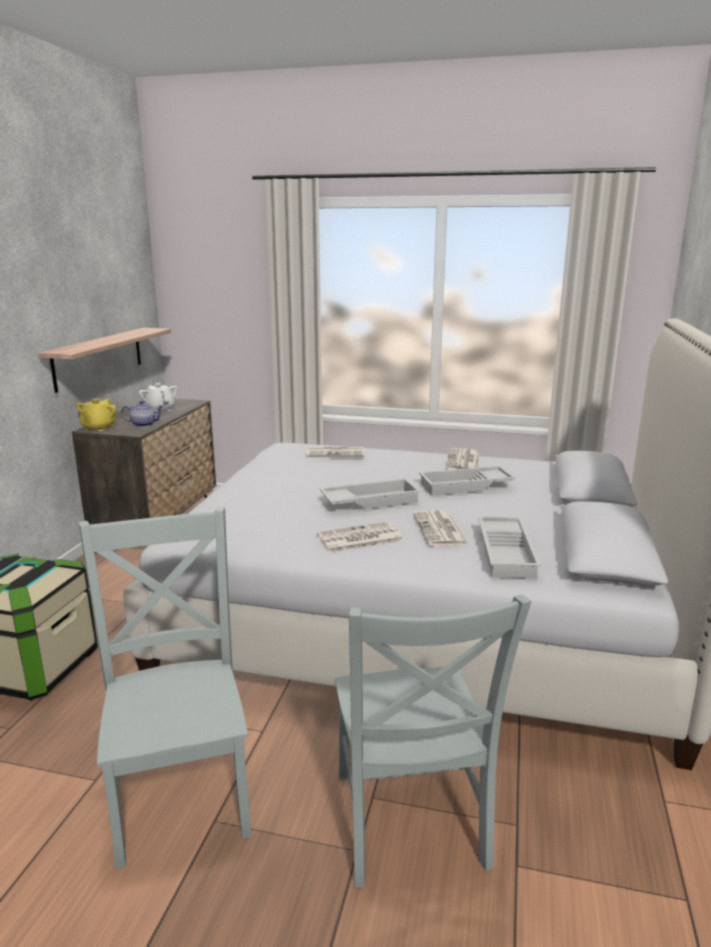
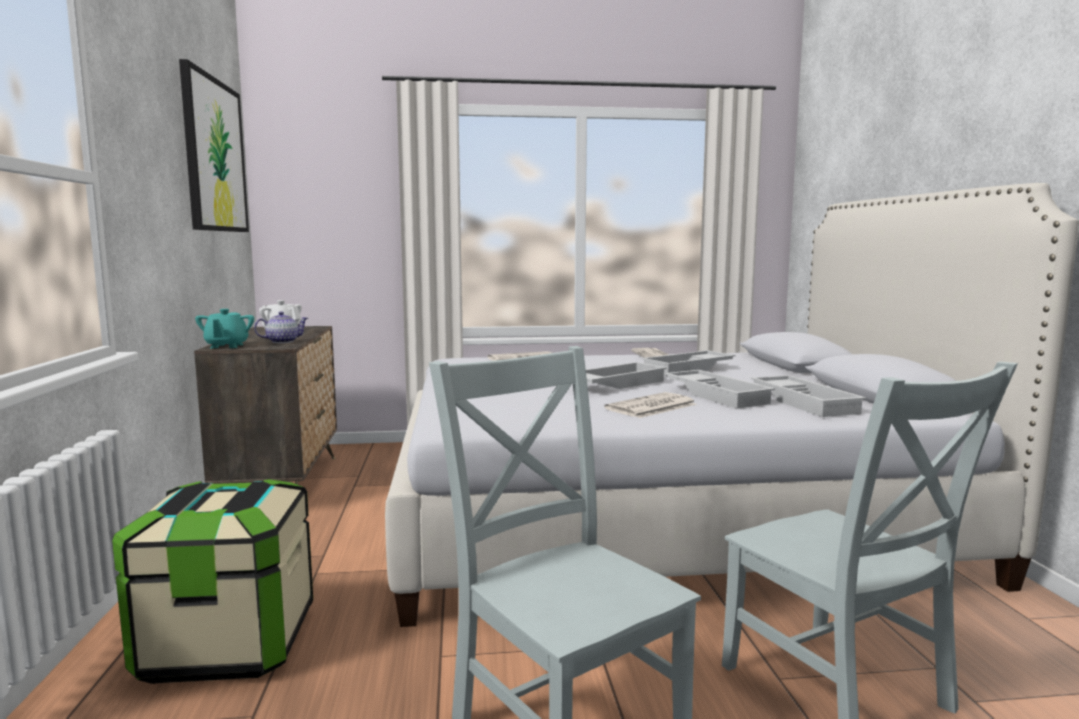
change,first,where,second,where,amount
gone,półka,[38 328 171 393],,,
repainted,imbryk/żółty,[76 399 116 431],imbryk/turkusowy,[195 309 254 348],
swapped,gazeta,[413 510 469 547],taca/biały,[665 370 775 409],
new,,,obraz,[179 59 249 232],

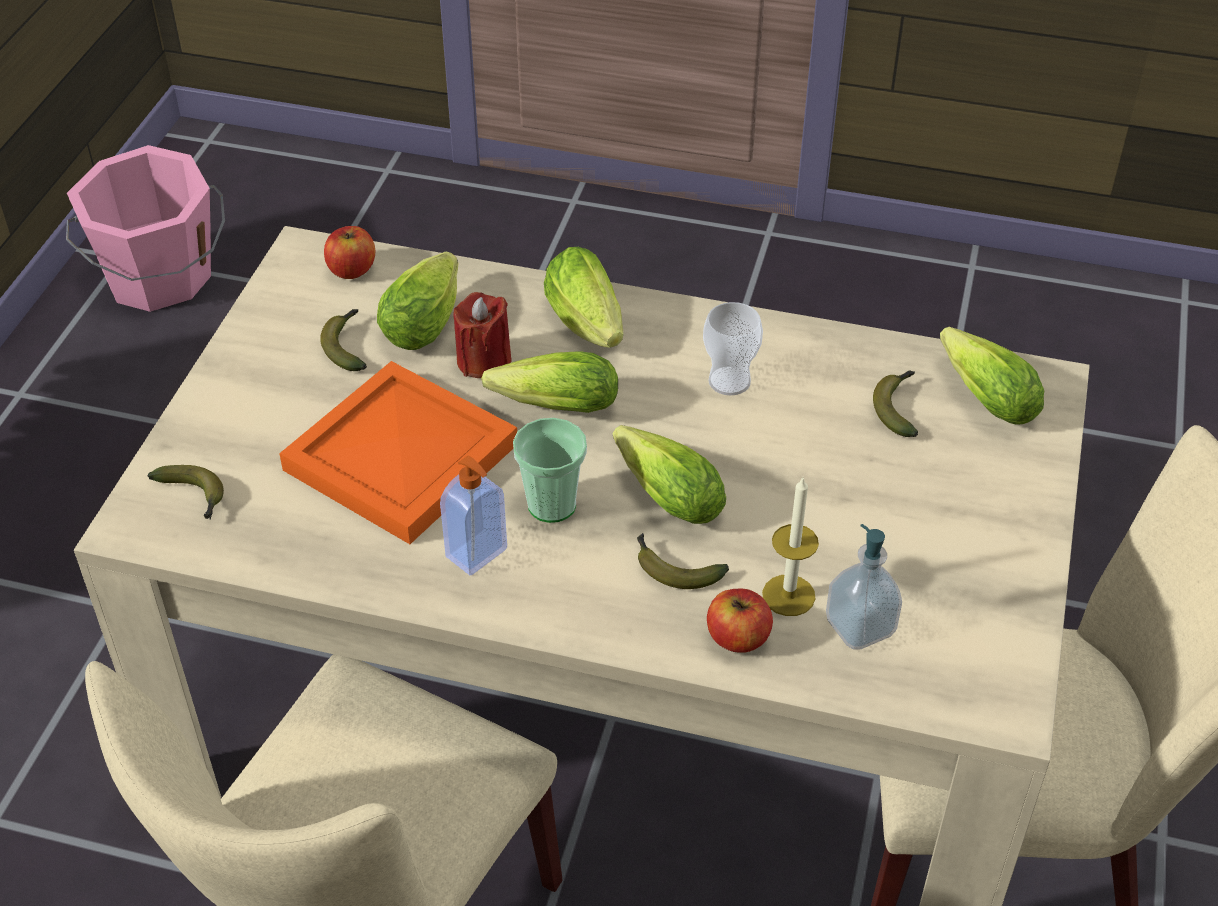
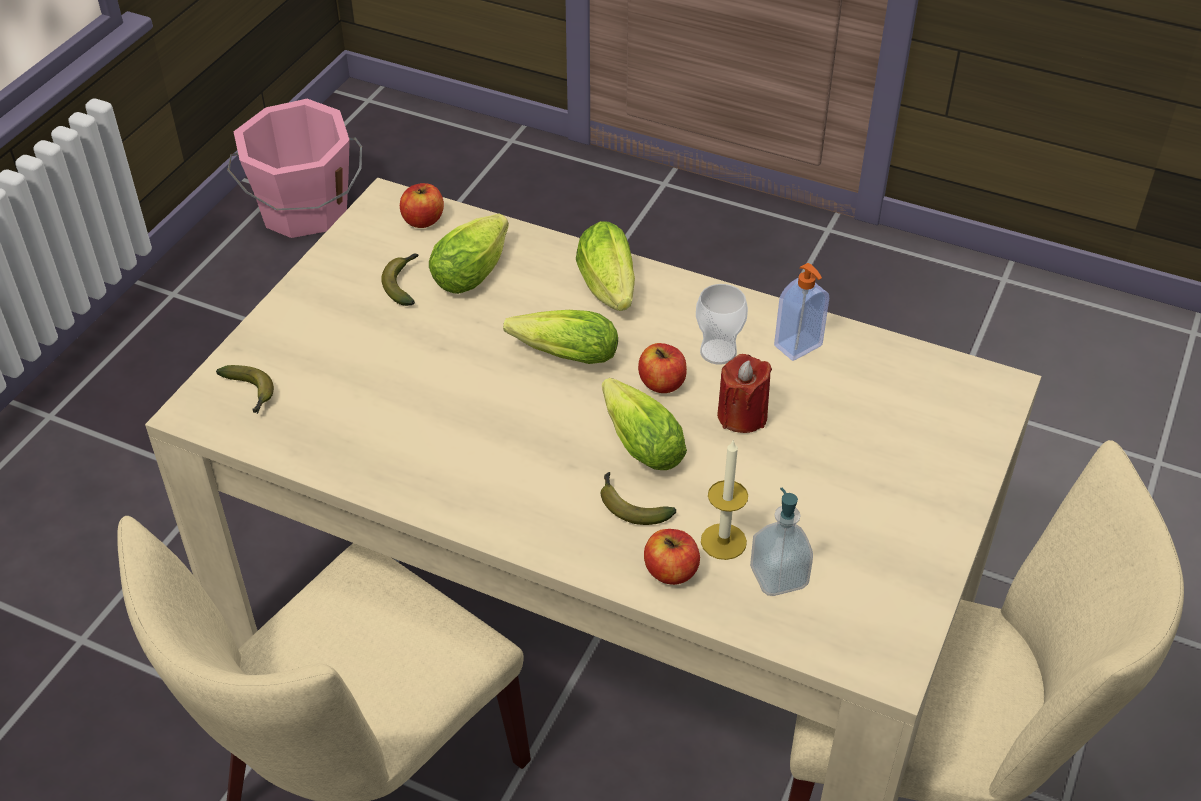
change,first,where,second,where,amount
shifted,świeca/czerwony,[454 292 511 378],,[717 354 772 433],
gone,sałata,[940 327 1044 425],,,
gone,taca/pomarańczowy,[279 361 517 544],,,
gone,banan,[873 370 918 437],,,
gone,filiżanka,[513 418 587 523],,,
shifted,dozownik mydła,[440 456 507 575],,[774 263 829 361],
new,,,jabłko,[638 343 687 393],

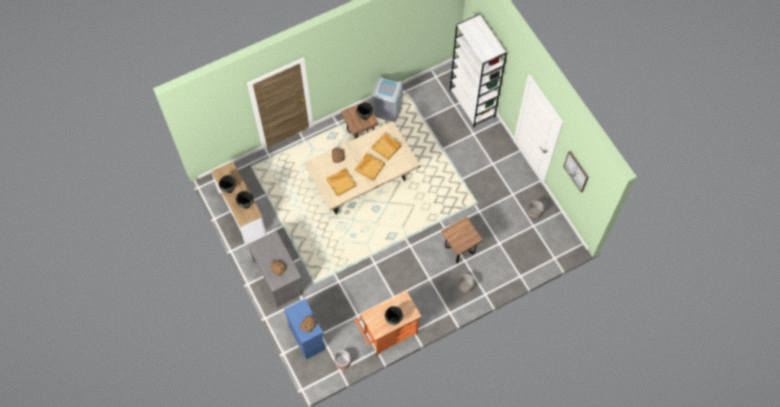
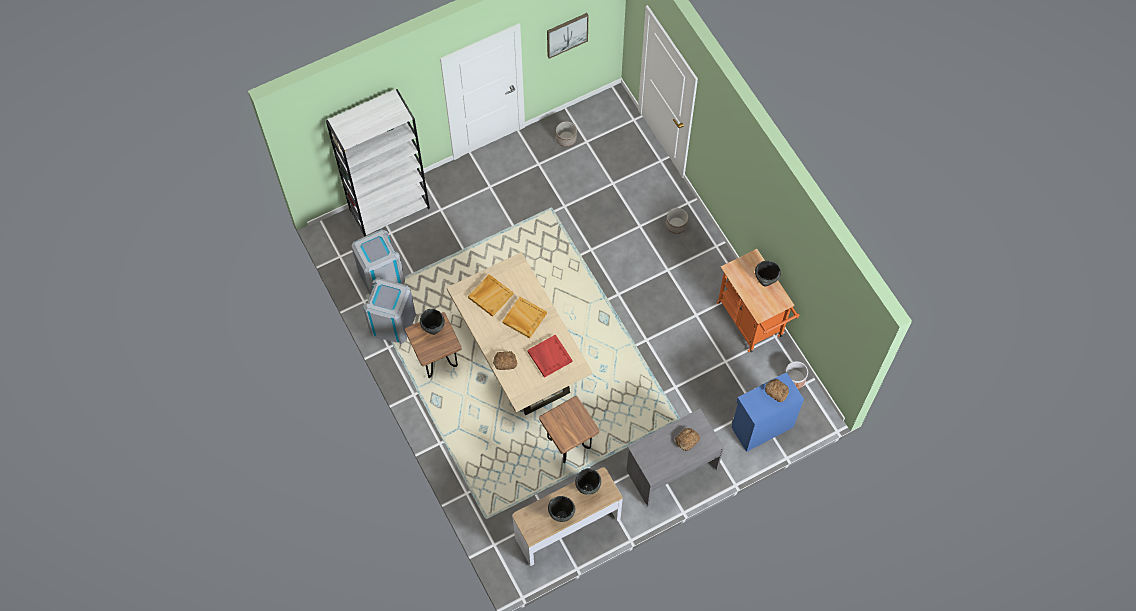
change,first,where,second,where,amount
repainted,taca/beżowy,[326 168 356 196],taca/czerwony,[527 335 572 378],
shifted,stołek/brązowy,[442 217 483 263],,[539 396 599 463],
new,,,kosz na śmieci/szary,[351 229 405 295],

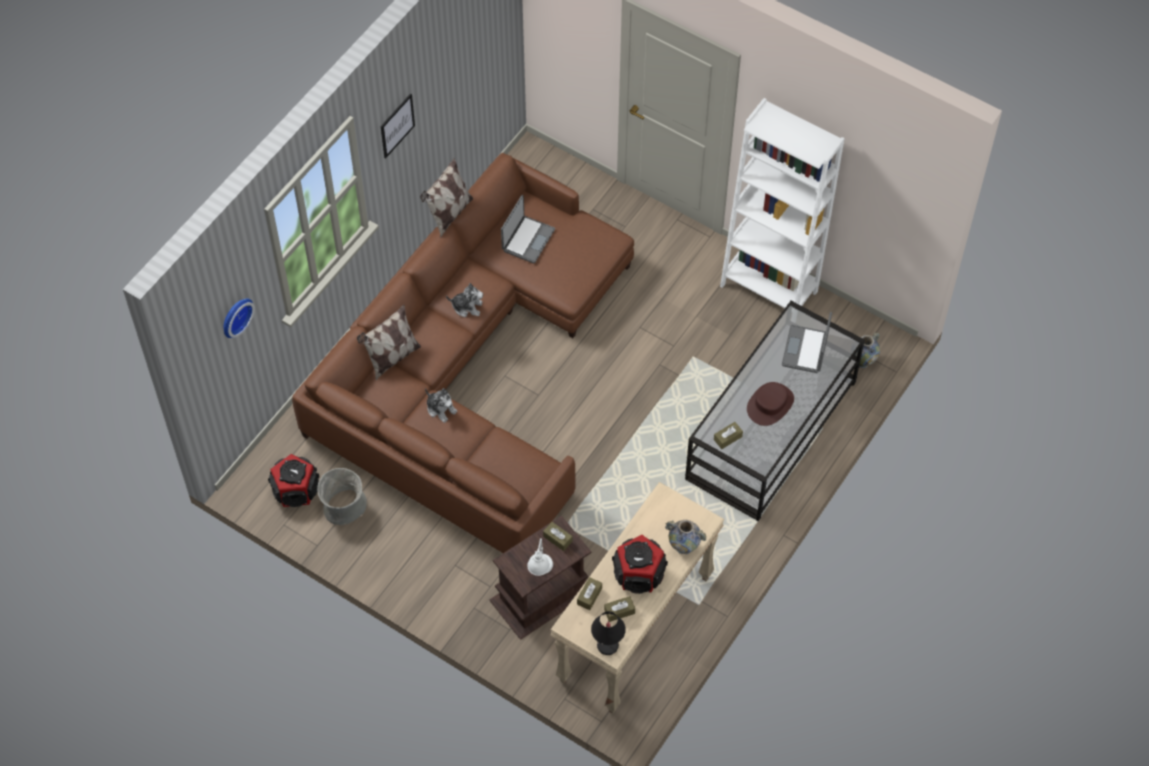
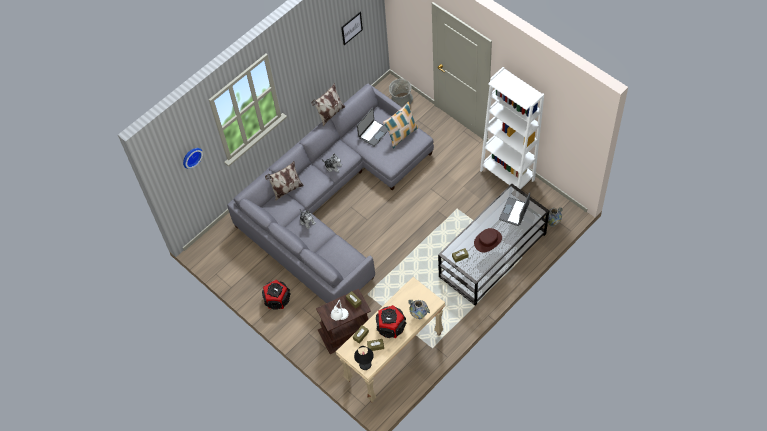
change,first,where,second,where,amount
shifted,obraz,[381 93 415 158],,[341 12 363 45],
repainted,kanapa/brązowy,[292 153 634 553],kanapa/szary,[227 84 434 303],
shifted,głośnik,[268 454 319 507],,[262 280 291 310],
shifted,wazon/szary,[317 468 367 525],,[389 79 413 107],
new,,,poduszka,[383 102 418 149],

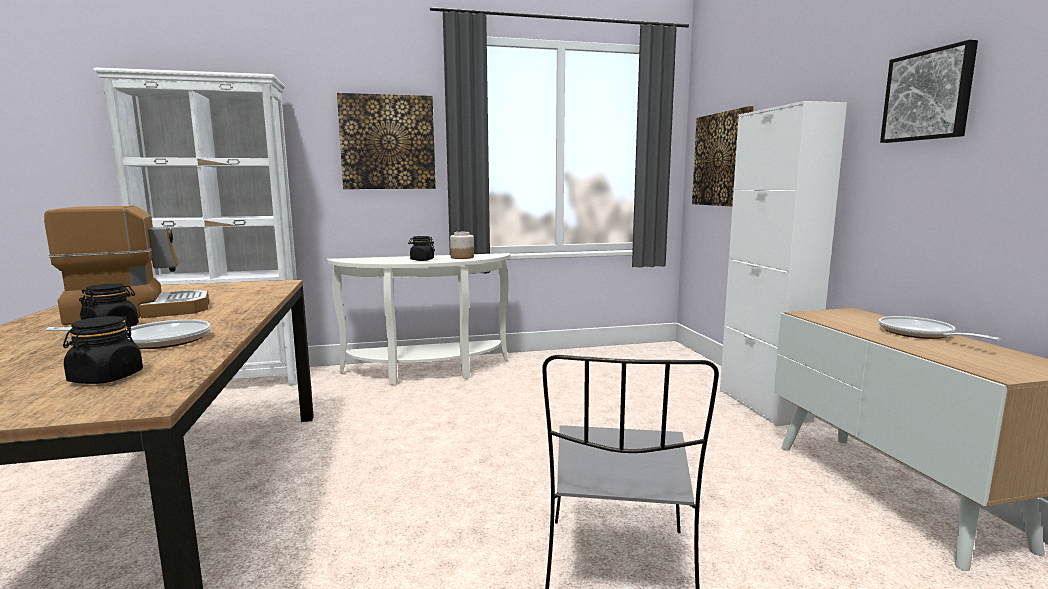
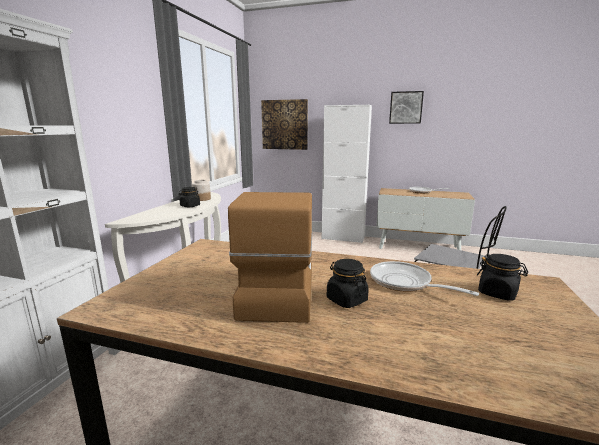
change,first,where,second,where,amount
gone,obraz,[337 93 436 189],,,
rotated,patelnia,[46 319 210 349],,[370 261 479 296],60 degrees counterclockwise

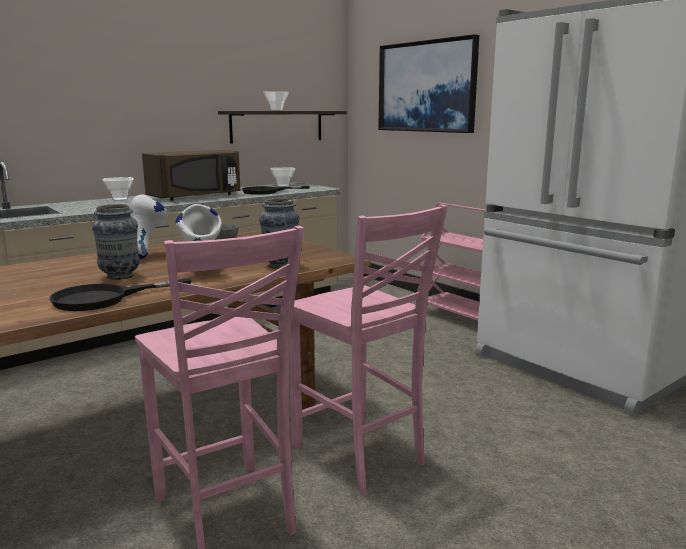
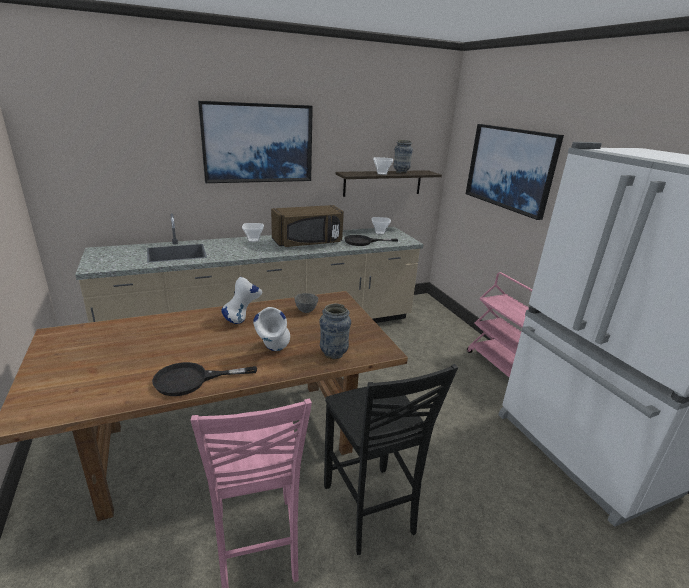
change,first,where,second,where,amount
shifted,wazon,[92 204 140 280],,[393 140 413 173],
repainted,krzesło/różowy,[289 205 447 495],krzesło/czarny,[324 364 458 555],
new,,,obraz,[198 101 313 183],

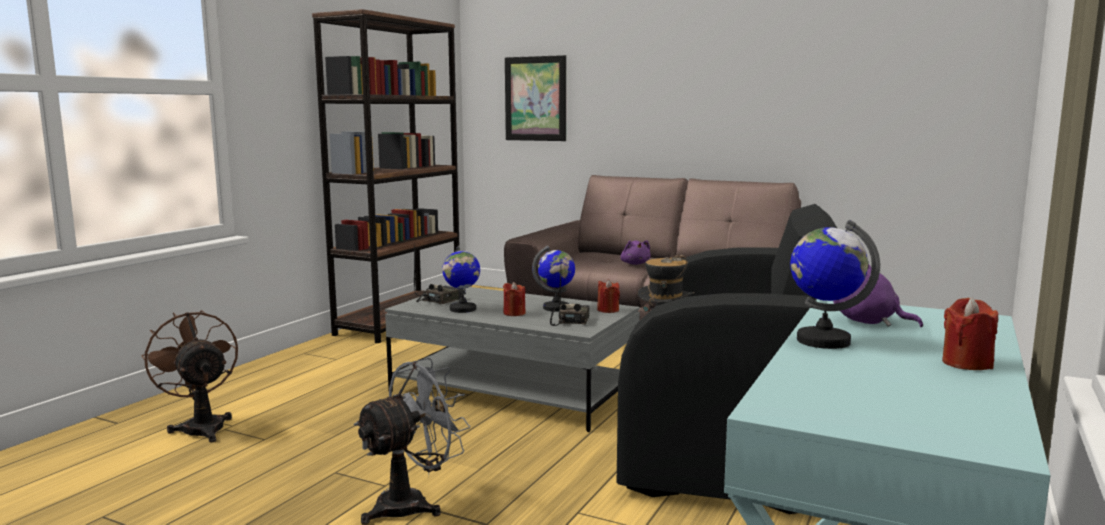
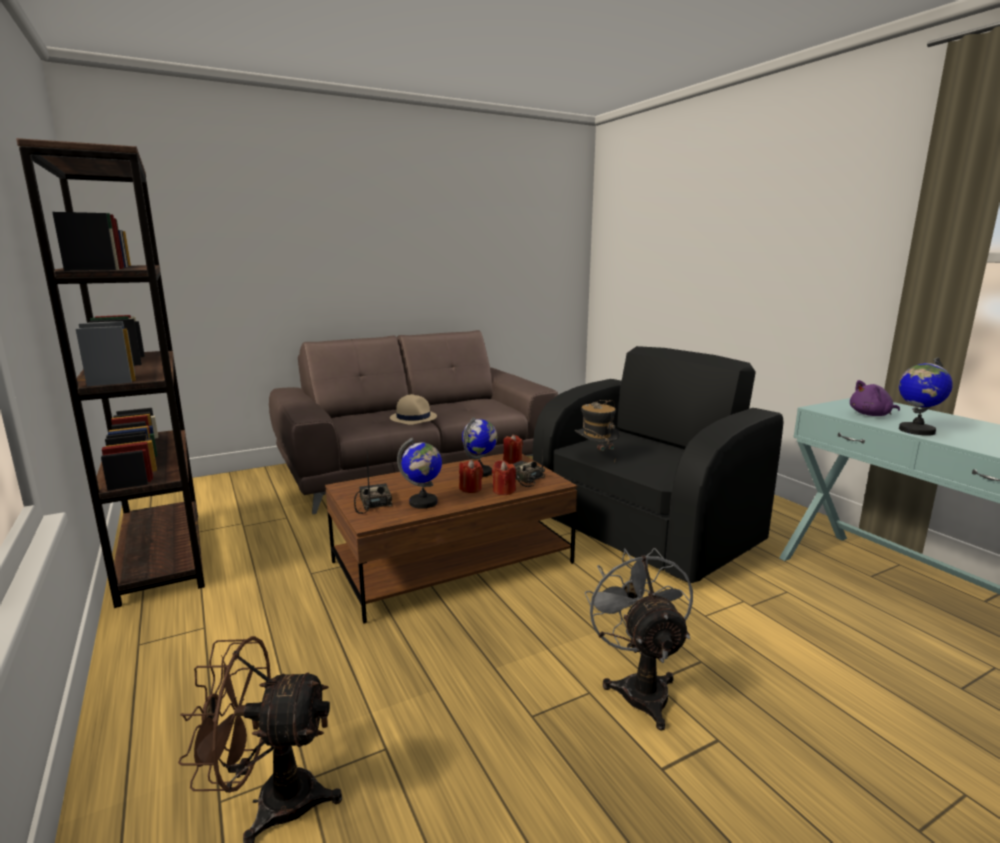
change,first,where,second,where,amount
gone,obraz,[505 55 566 141],,,
swapped,pluszak/fioletowy,[620 240 651 265],kapelusz/beżowy,[390 394 437 425],
repainted,ława/szary,[385 286 640 432],ława/brązowy,[325 454 577 623],
shifted,świeca/czerwony,[942 297 998 370],,[492 460 516 495],

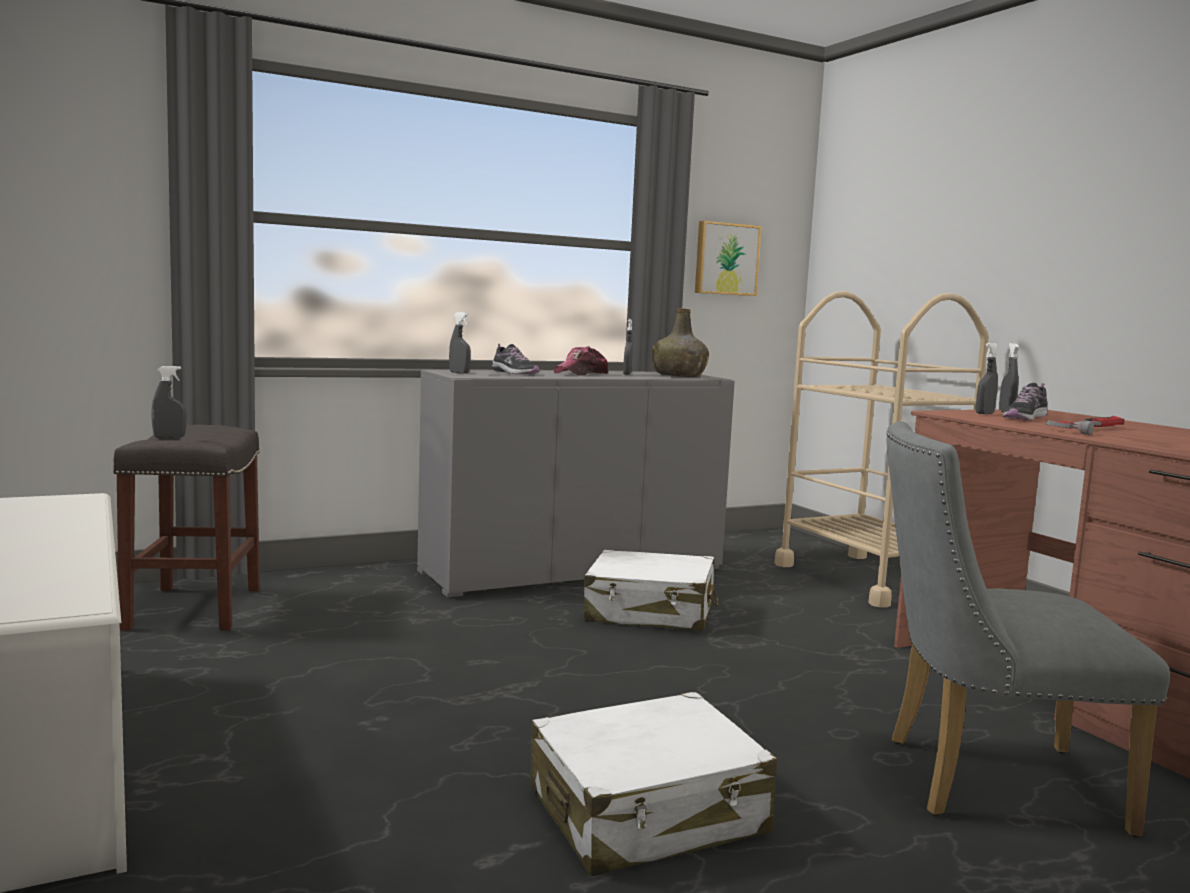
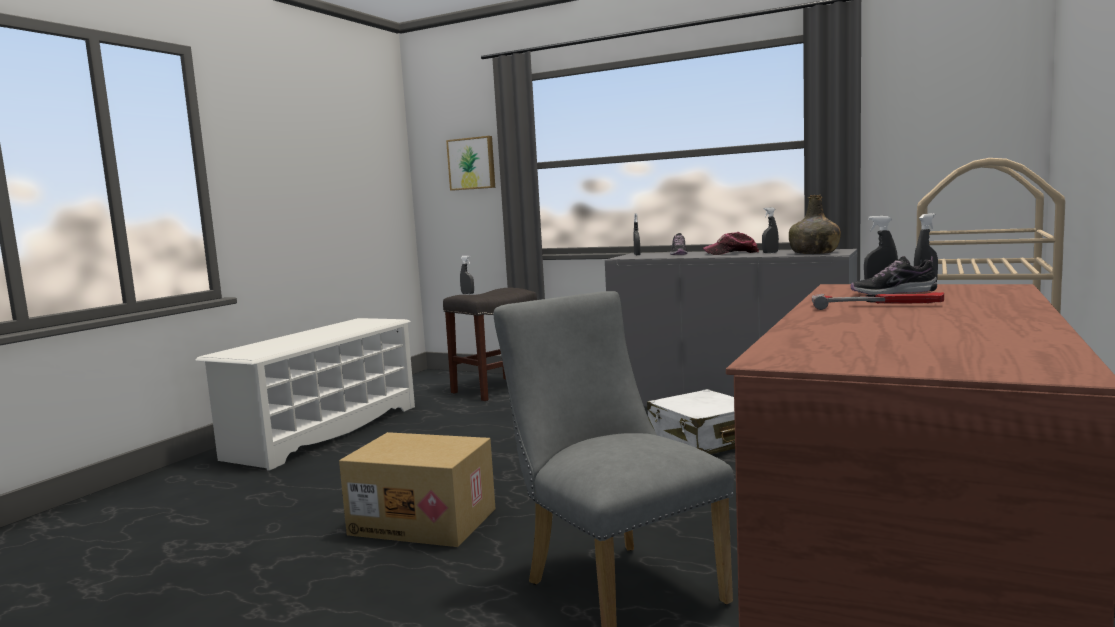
change,first,where,second,where,amount
shifted,obraz,[695 221 762 296],,[446 136 495 191],
swapped,walizka/biały,[530 692 777 876],karton,[339 432 496 547],

